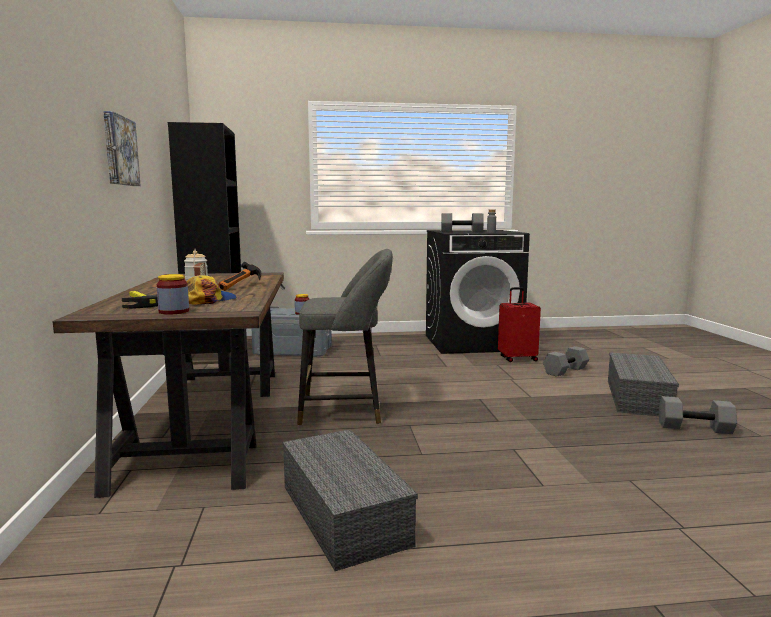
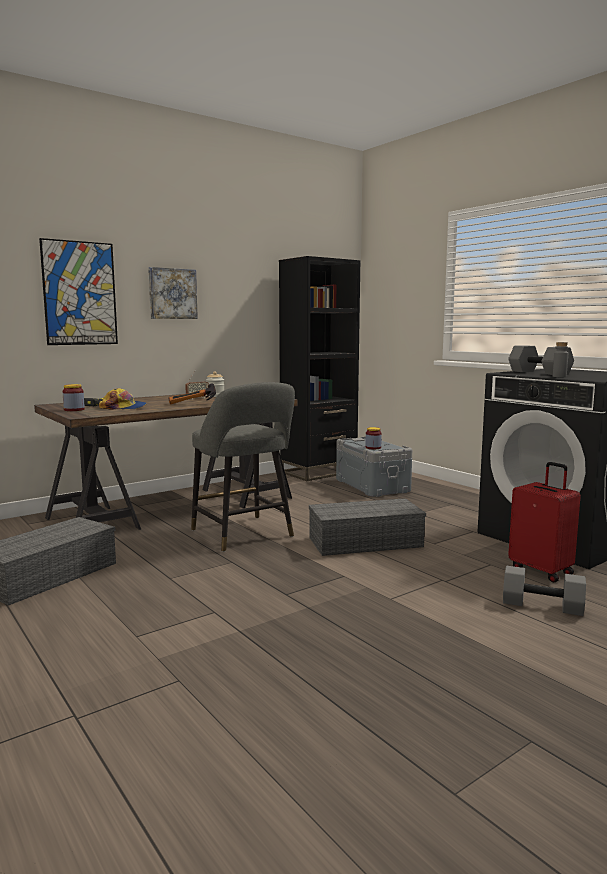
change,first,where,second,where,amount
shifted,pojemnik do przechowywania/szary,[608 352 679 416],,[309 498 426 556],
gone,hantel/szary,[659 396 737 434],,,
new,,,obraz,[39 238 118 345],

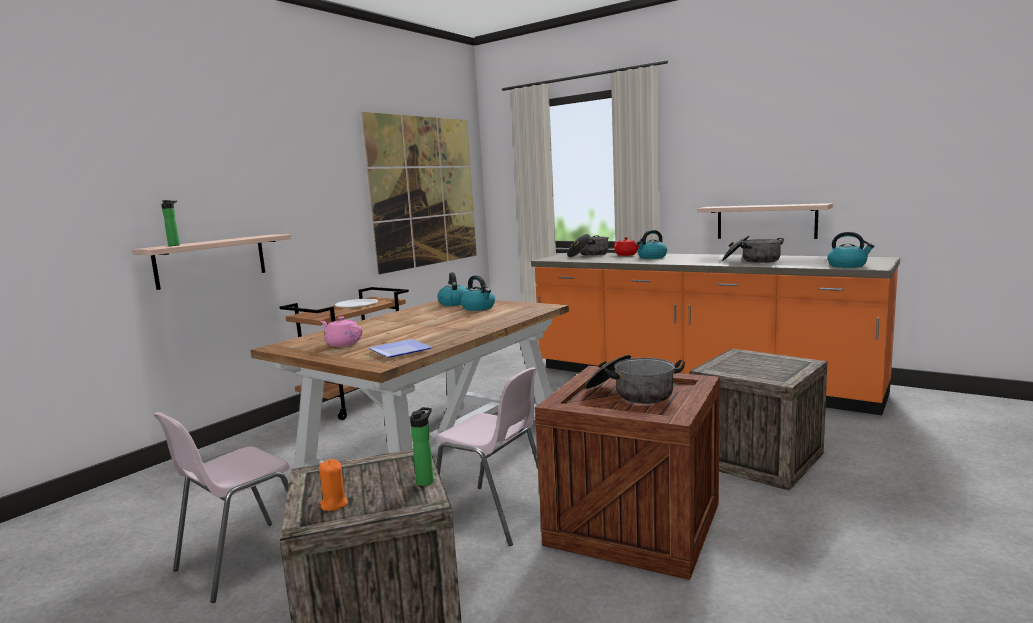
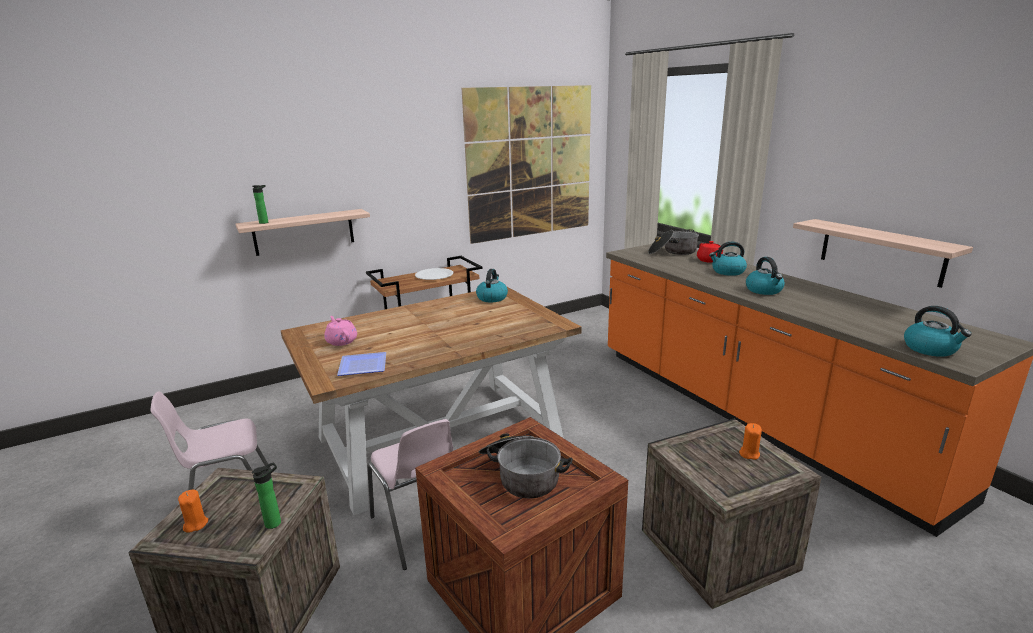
change,first,where,second,where,amount
gone,garnek,[722 236 784 263],,,
shifted,czajnik,[460 275 495 311],,[746 257 785 295],
new,,,świeca/pomarańczowy,[739 423 762 460],

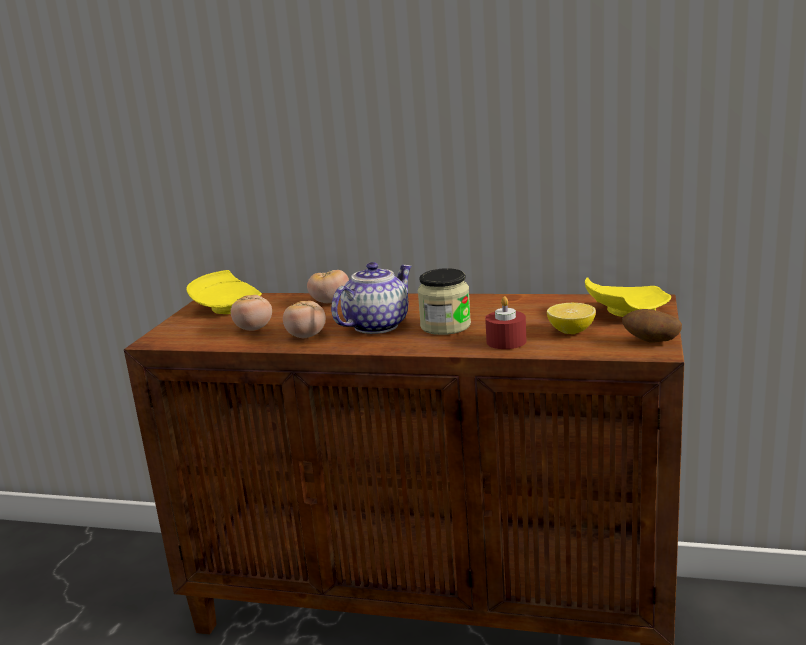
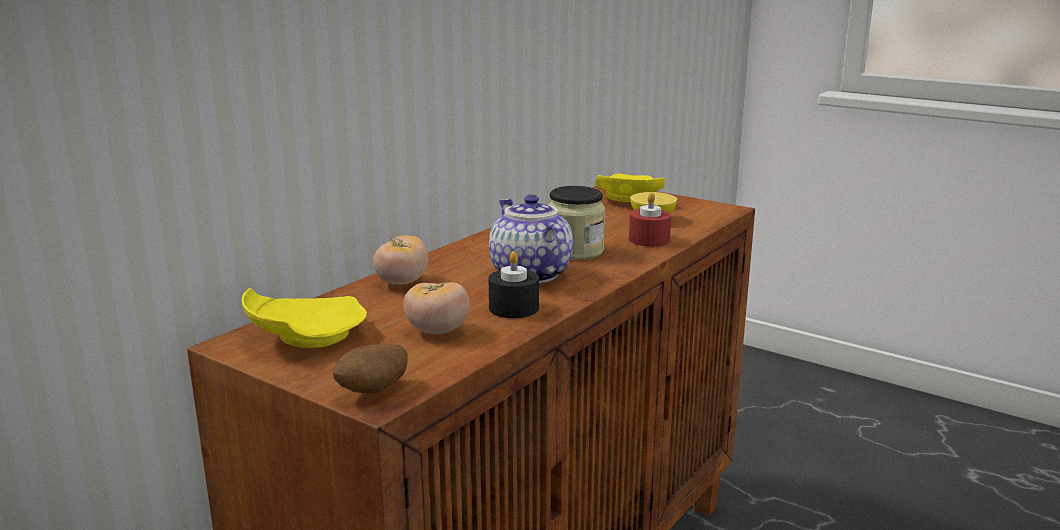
change,first,where,second,where,amount
swapped,pomidor,[283 301 326 338],świeca/czarny,[489 251 539 318],
shifted,ziemniak,[622 309 682 342],,[332 344 408 394],

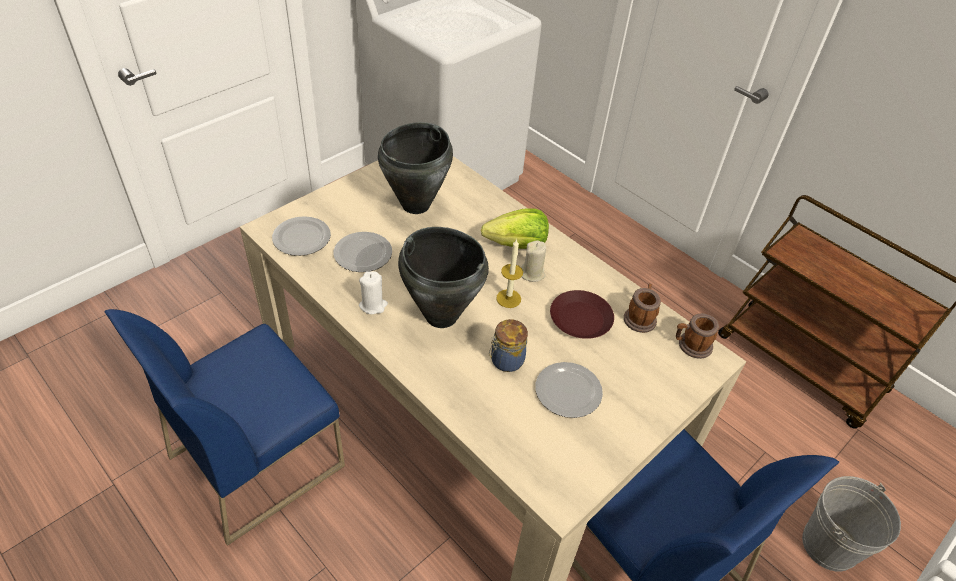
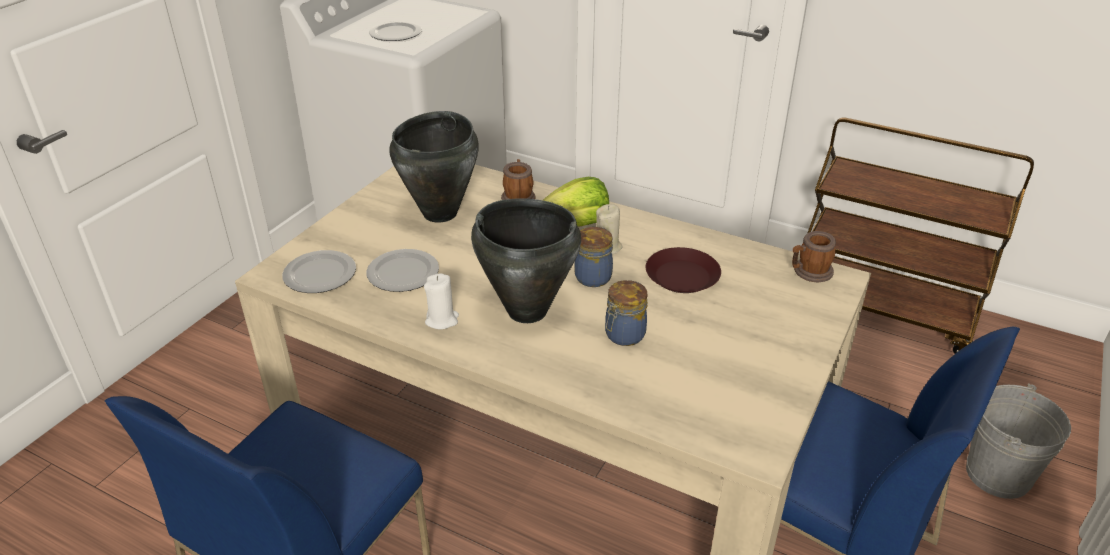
change,first,where,second,where,amount
swapped,świeca,[496 239 523 308],słoik,[574 227 613 287],
shifted,kubek,[624 284 661 333],,[501 159 536 200],
shifted,talerz,[535 362 603 418],,[369 21 422 41],

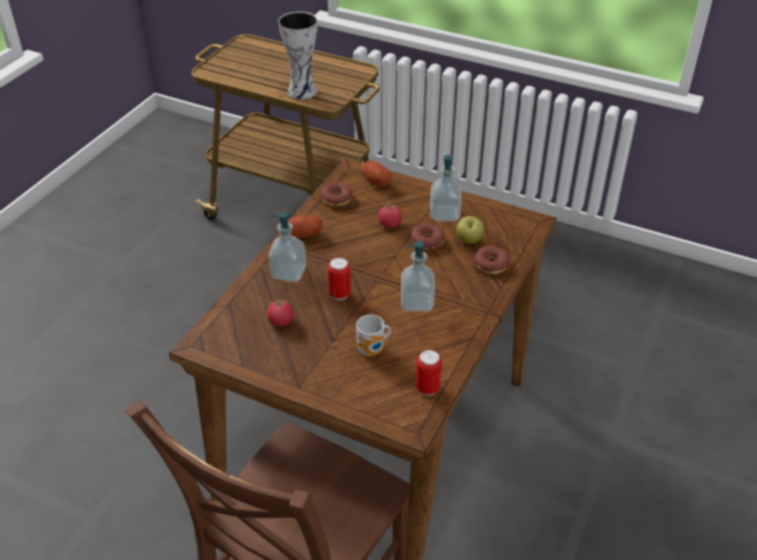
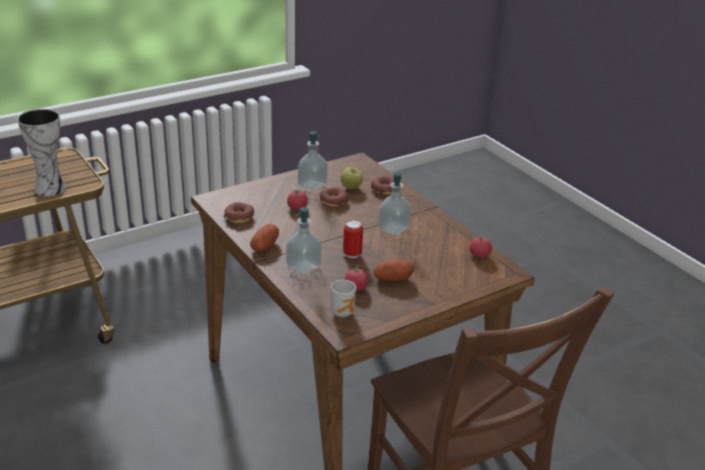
change,first,where,second,where,amount
shifted,ziemniak,[361 161 392 187],,[374 260 414 281],
shifted,kubek,[356 315 391 356],,[331 280 356 317],
swapped,puszka,[416 350 442 396],pomidor,[469 234 492 258],

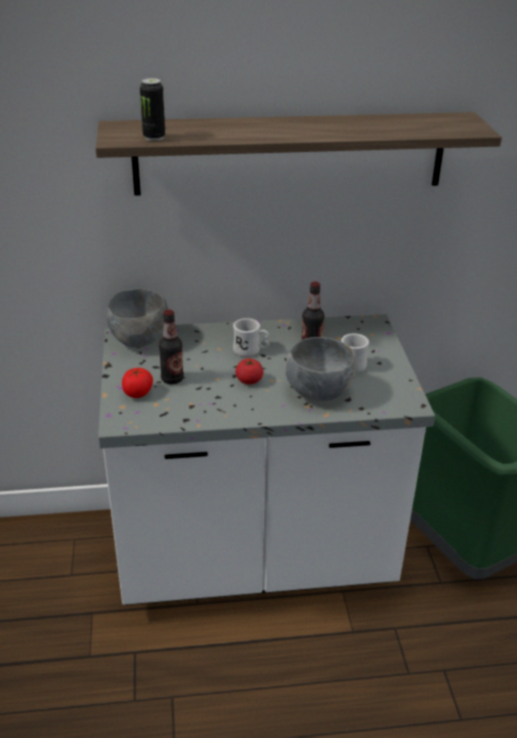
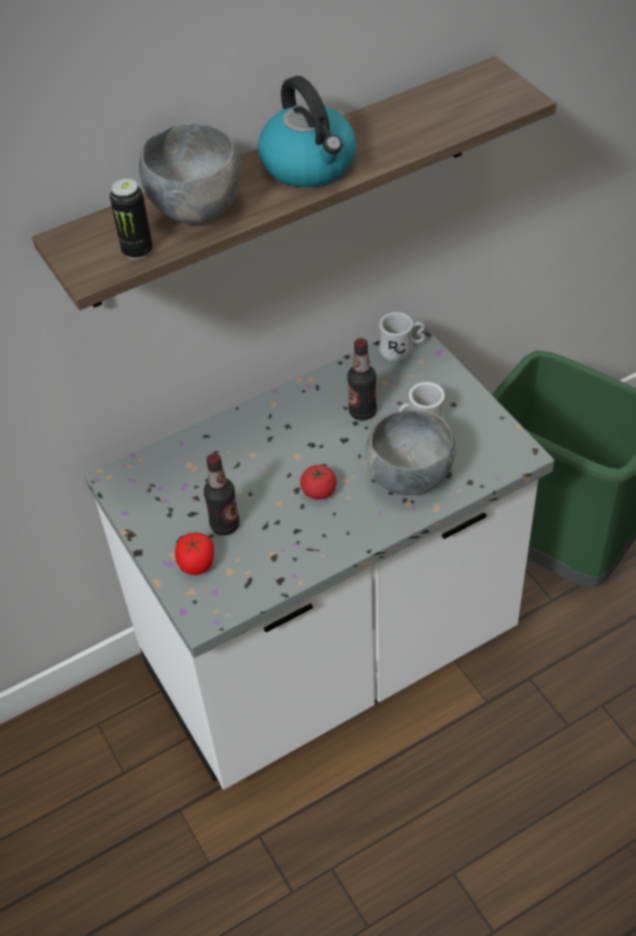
change,first,where,second,where,amount
shifted,miska/szary,[106 289 168 347],,[139 123 242 224],
shifted,kubek/biały,[233 318 269 357],,[379 312 425 361],
new,,,czajnik,[258 76 357 187],

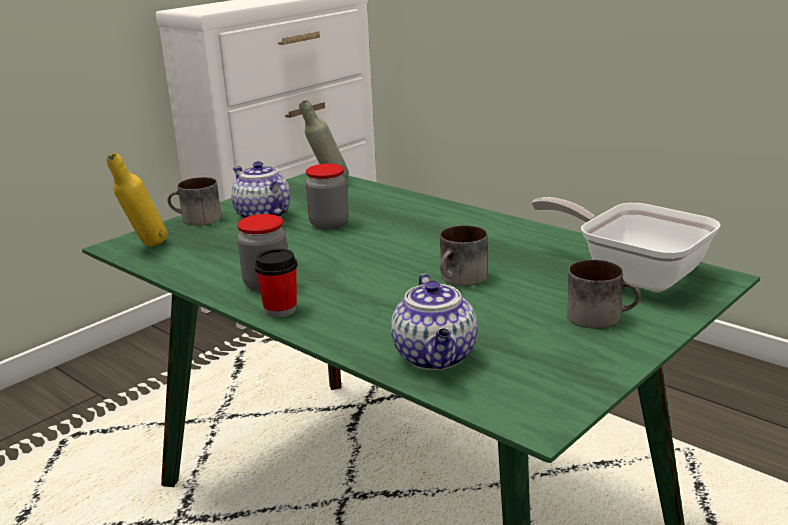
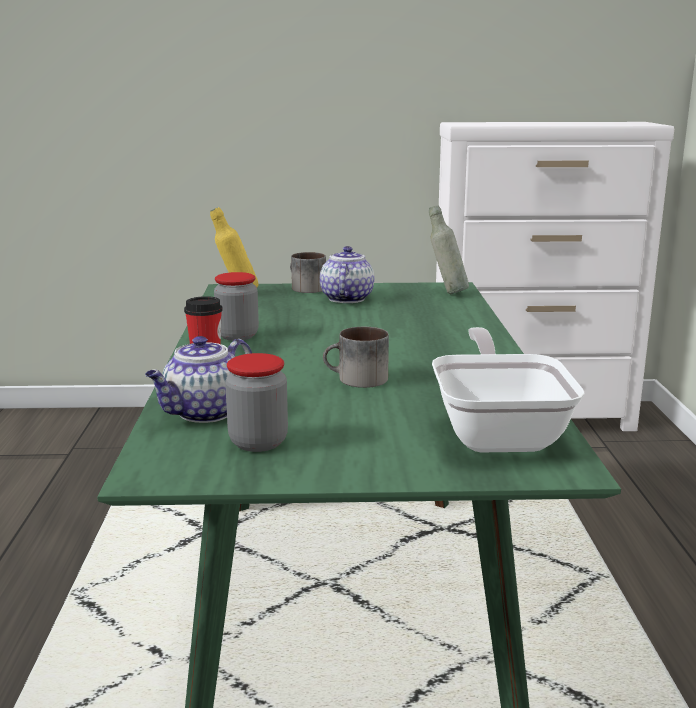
change,first,where,second,where,amount
shifted,słoik,[305 164 349 230],,[225 353 288 452],
gone,kubek,[567 259 641 329],,,

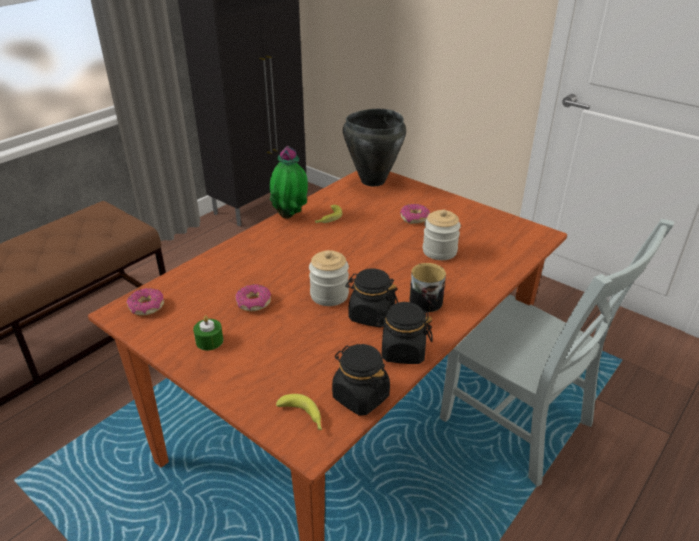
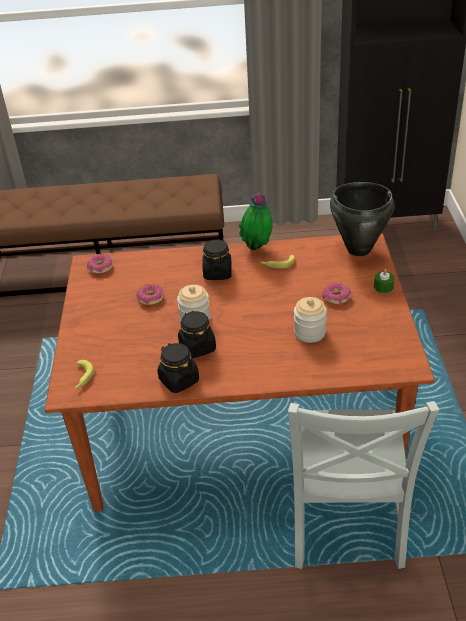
change,first,where,second,where,amount
gone,kubek,[409 263 446 312],,,
shifted,świeca/zielony,[193 315 223 350],,[374 269 394 293],
shifted,słoik/czarny,[332 344 390 416],,[202 239 232 280],

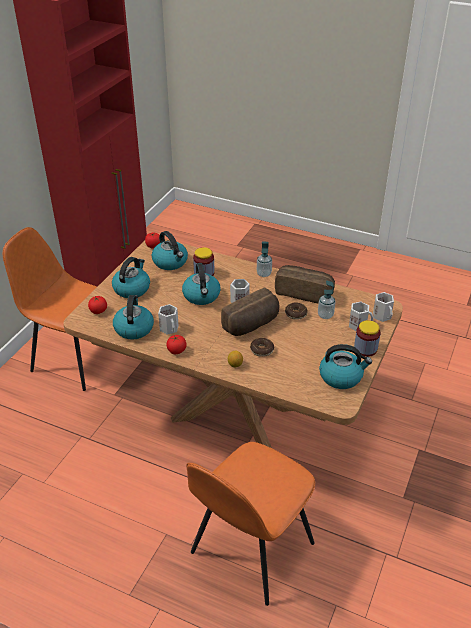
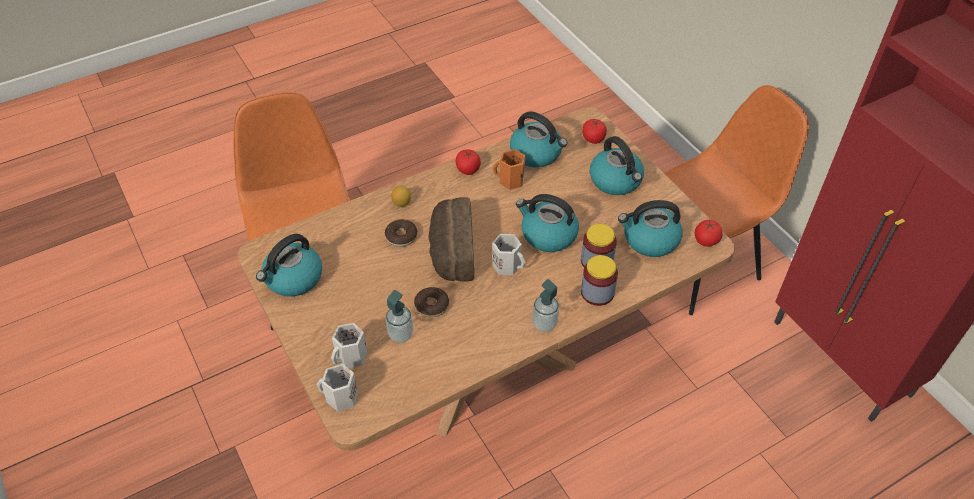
change,first,where,second,where,amount
gone,chleb,[275 265 335 303],,,
repainted,kubek/biały,[158 304 179 335],kubek/pomarańczowy,[493 149 525 190],
shifted,słoik,[354 320 380 357],,[581 255 618 306],

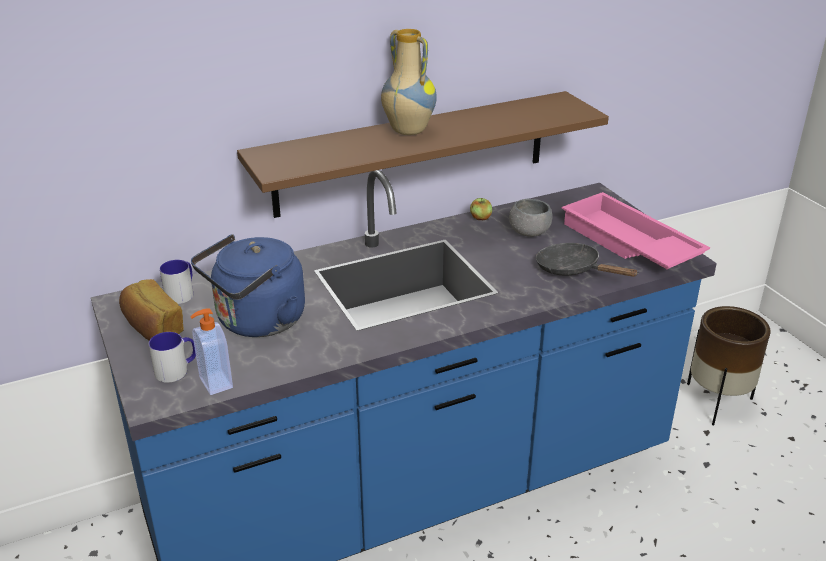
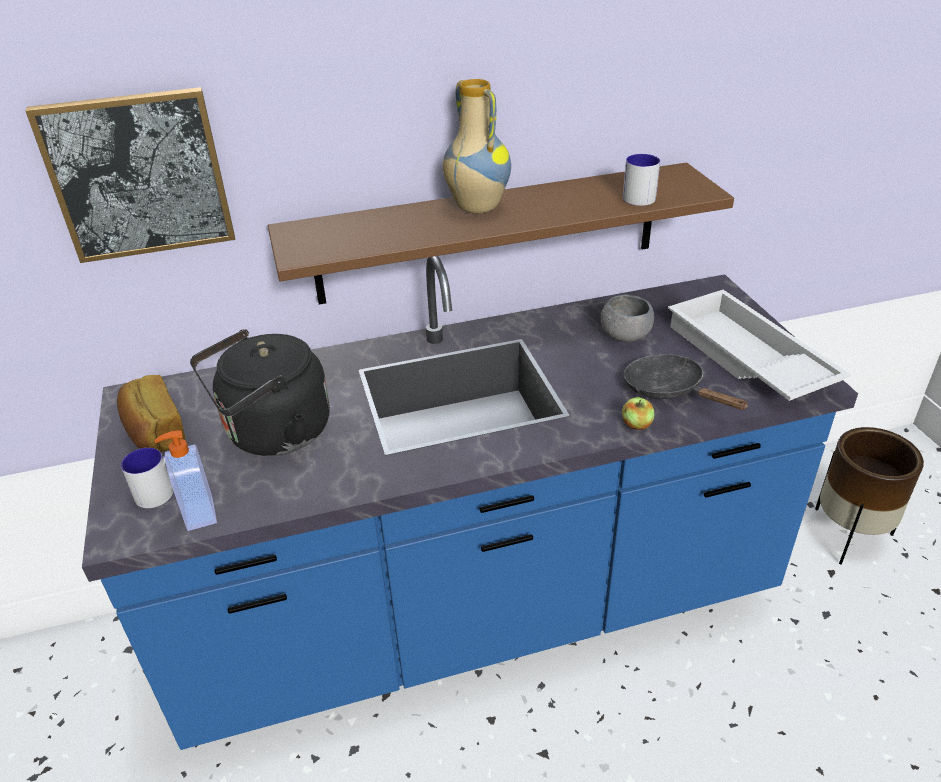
change,first,where,second,where,amount
repainted,taca/różowy,[561 192 710 269],taca/biały,[668 290 851 401],
shifted,jabłko,[470 198 492 220],,[622 397 654 430],
repainted,czajnik/niebieski,[191 234 305 337],czajnik/czarny,[190 329 330 456],
shifted,kubek,[160 260 193 304],,[623 154 660 206],
new,,,obraz,[25 87 235 263],

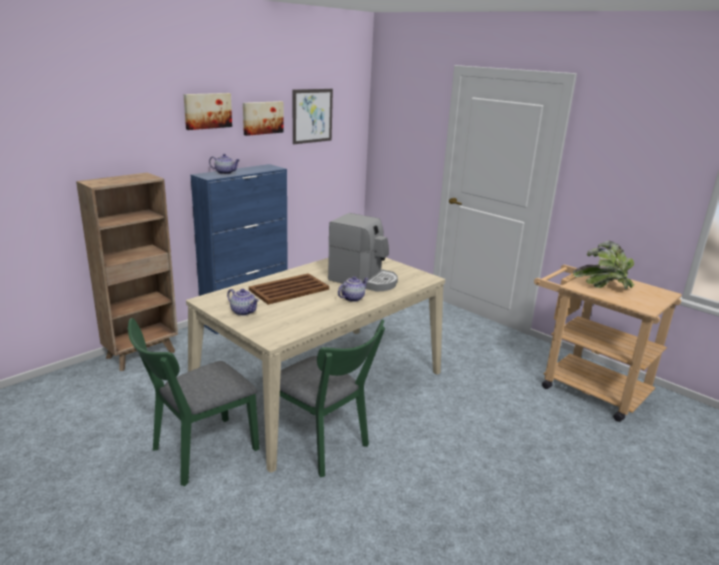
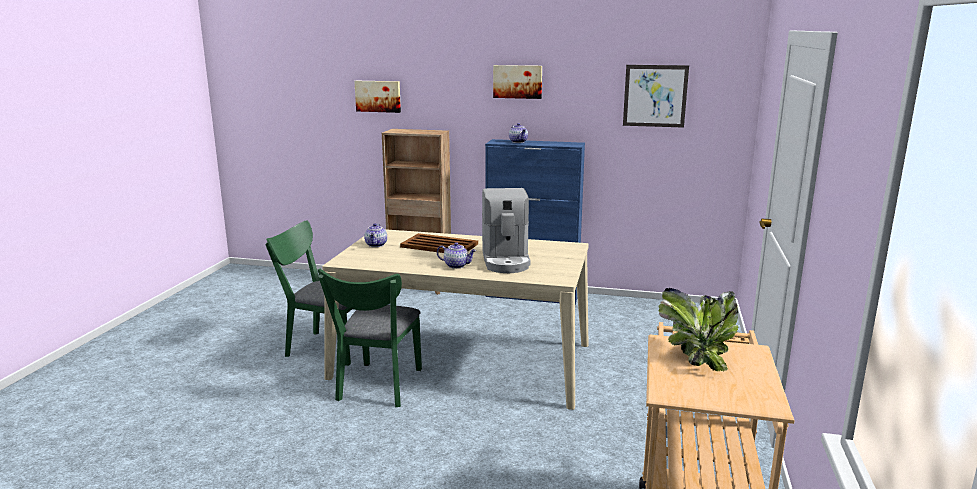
change,first,where,second,where,amount
shifted,obraz,[243 101 284 136],,[354 81 401 113],

